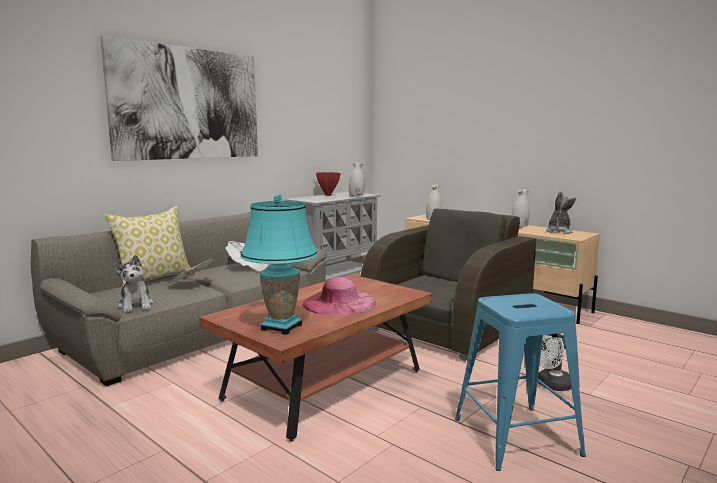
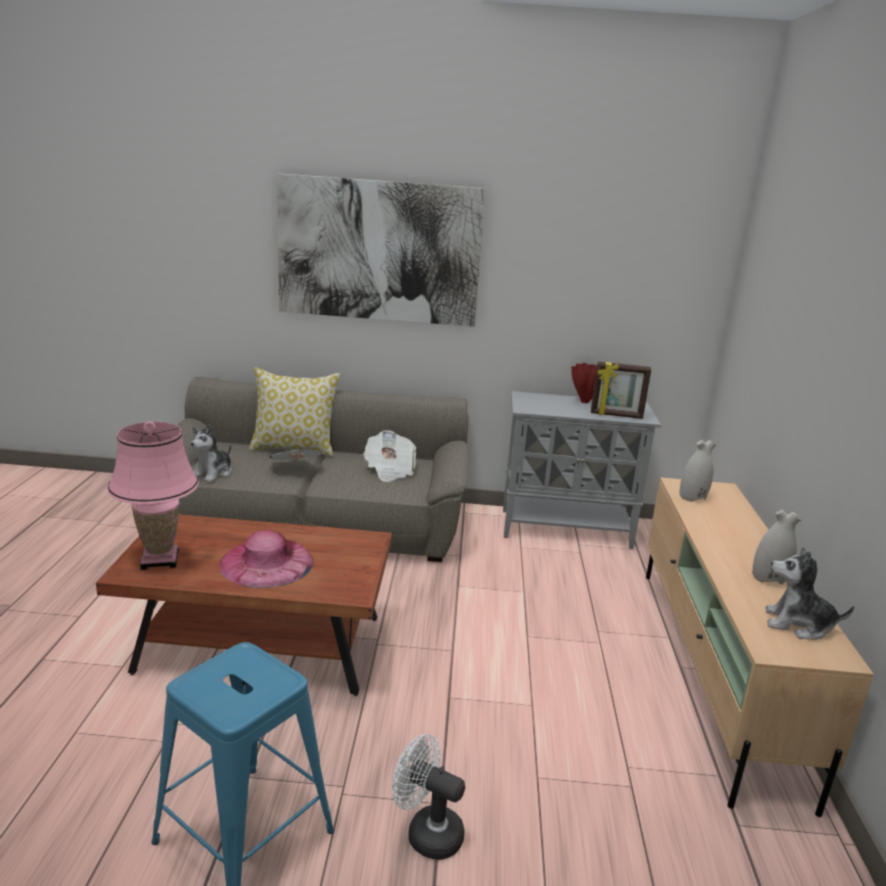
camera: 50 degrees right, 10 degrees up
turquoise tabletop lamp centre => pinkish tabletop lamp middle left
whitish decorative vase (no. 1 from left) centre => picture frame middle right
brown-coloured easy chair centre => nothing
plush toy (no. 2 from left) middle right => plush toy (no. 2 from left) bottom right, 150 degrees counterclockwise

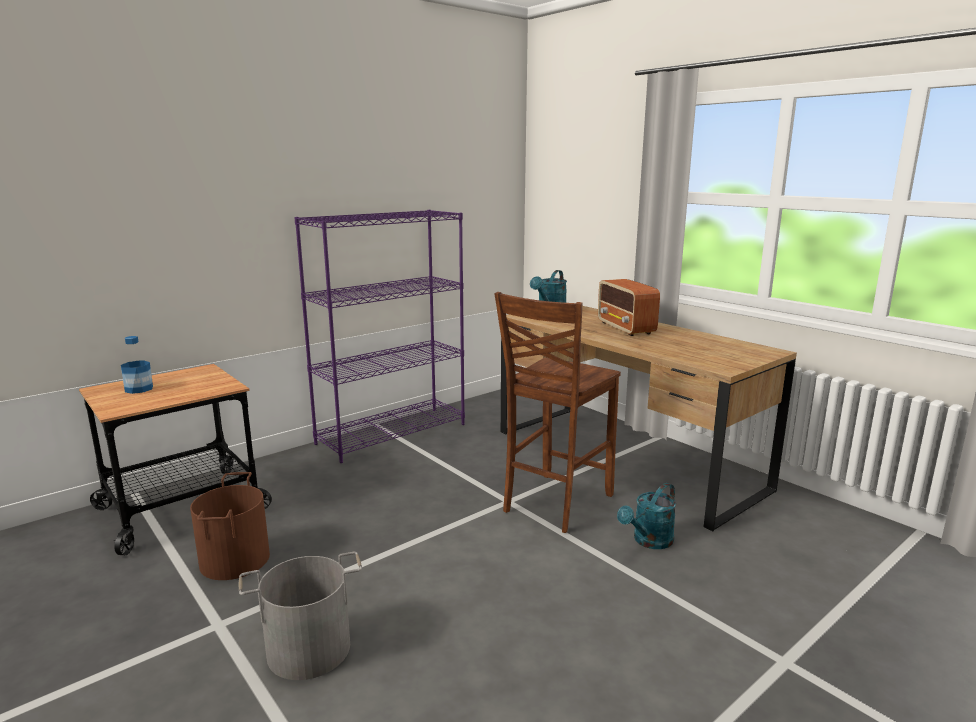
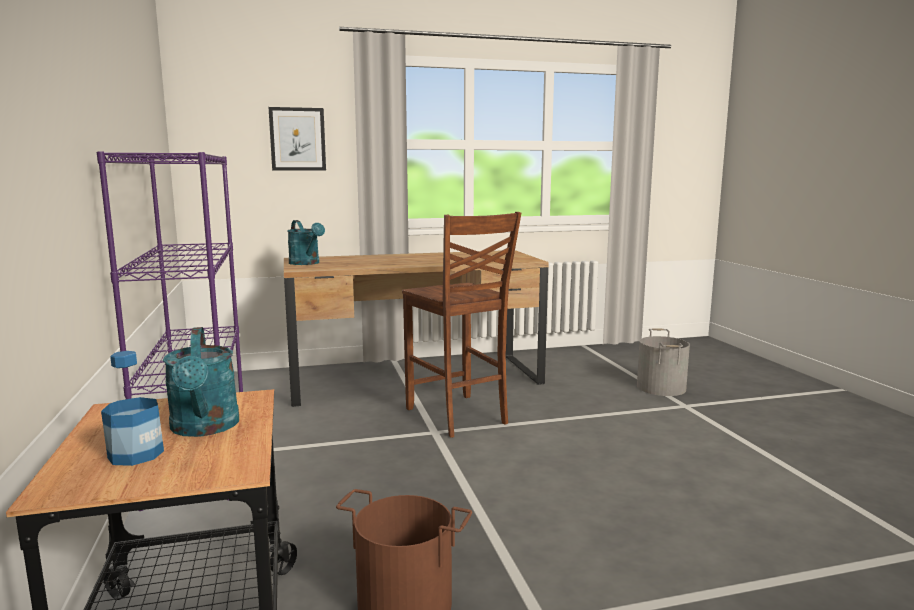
camera: 65 degrees left, 5 degrees down
greyish pail bottom left => greyish pail middle right, shifted
radio centre => nothing
turquoise watering can (no. 2 from left in the first image) bottom centre => turquoise watering can (no. 1 from left) middle left, shifted
nothing => wall picture top left

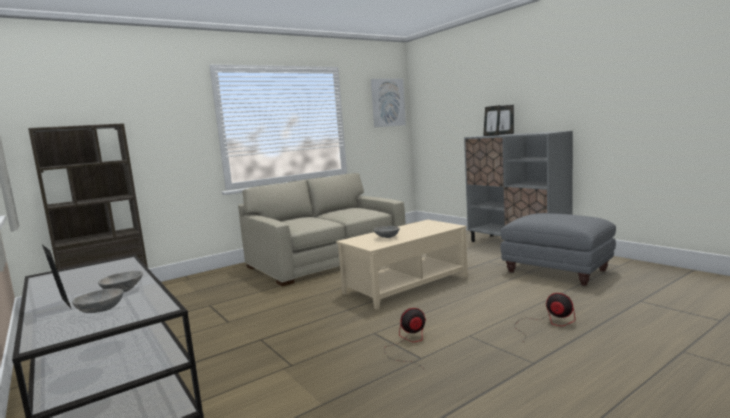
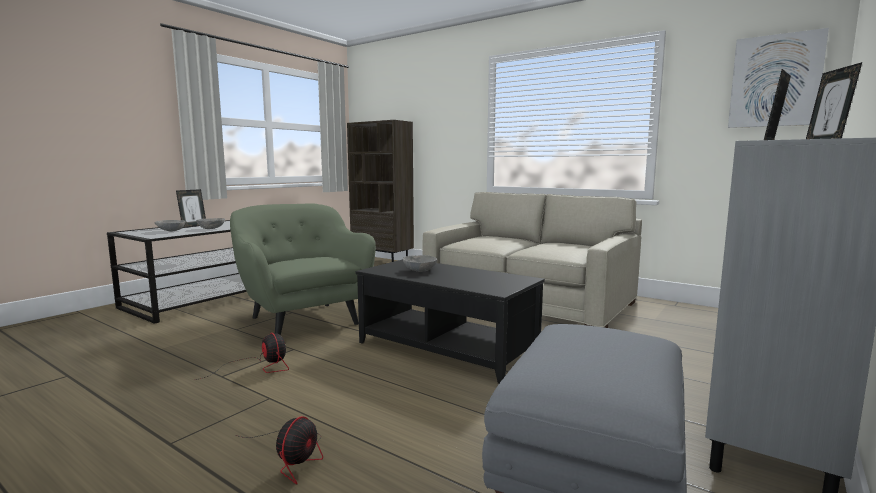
camera: 70 degrees right, 0 degrees up
beige-coloured coffee table centre => black-coloured coffee table centre
nothing => green easy chair centre

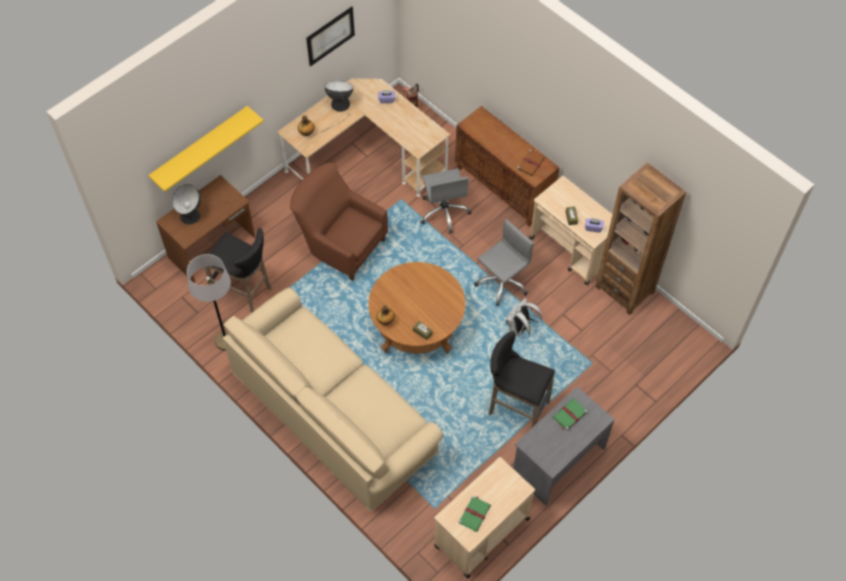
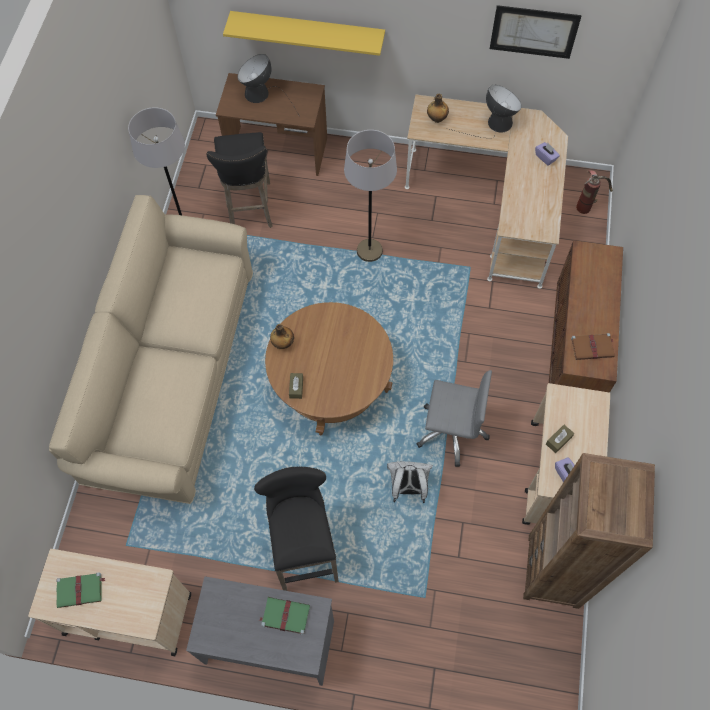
camera: 55 degrees right, 5 degrees up
brown-coloured easy chair centre => greyish floor lamp (no. 2 from left) top centre
greyish desk chair (no. 1 from left) centre => nothing

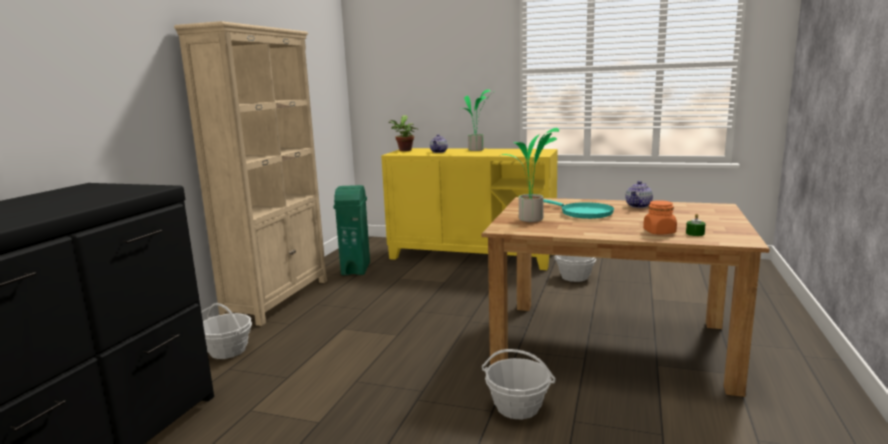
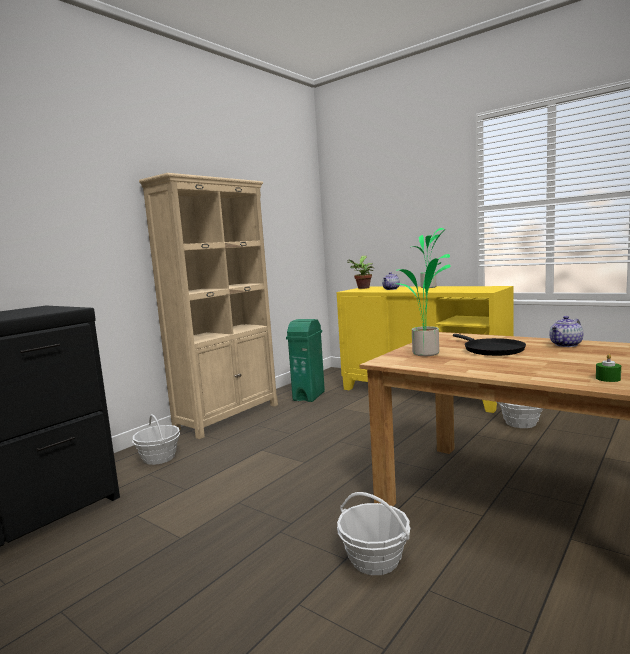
camera: 20 degrees right, 5 degrees down
turquoise frying pan centre => black-coloured frying pan middle right
orangey jar middle right => nothing

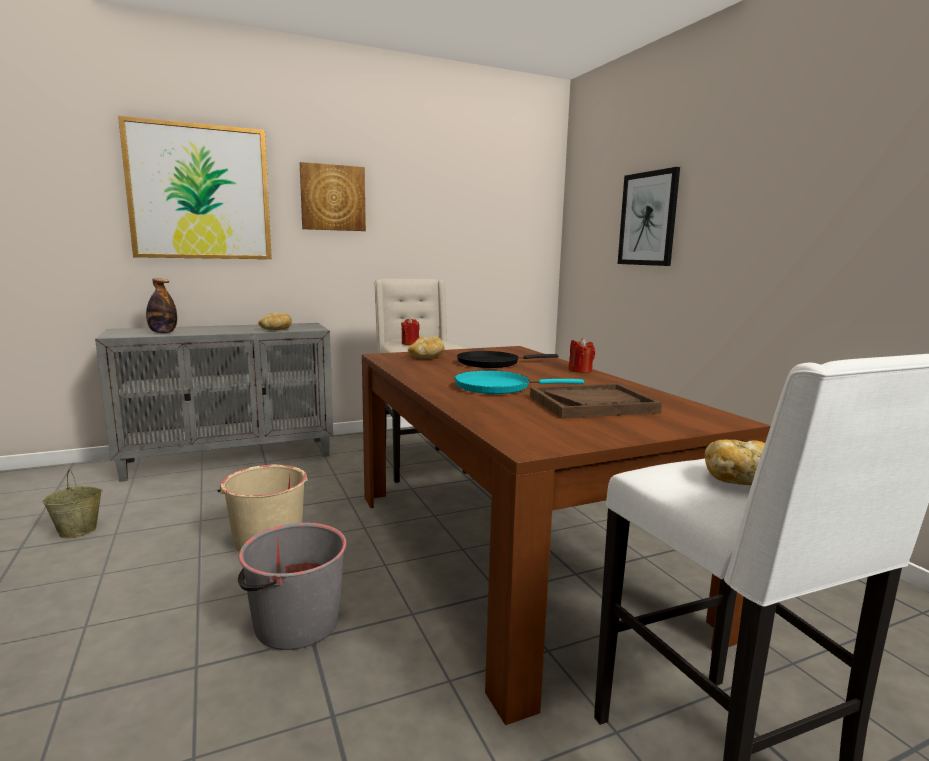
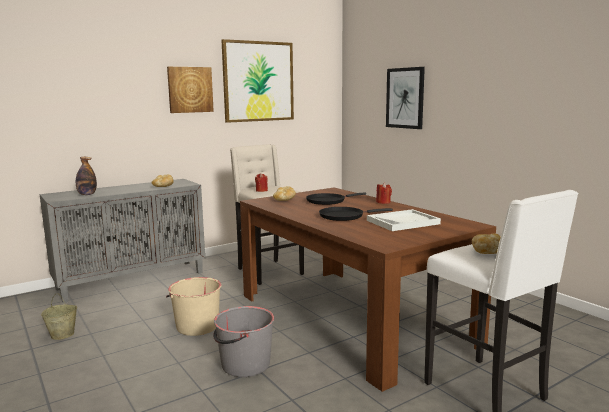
camera: 10 degrees left, 0 degrees up
wall picture (no. 1 from left in the first image) top left => wall picture (no. 2 from left) top centre, shifted
turquoise frying pan centre => black-coloured frying pan (no. 2 from left) centre
brown-coloured serving tray centre => whitish serving tray centre

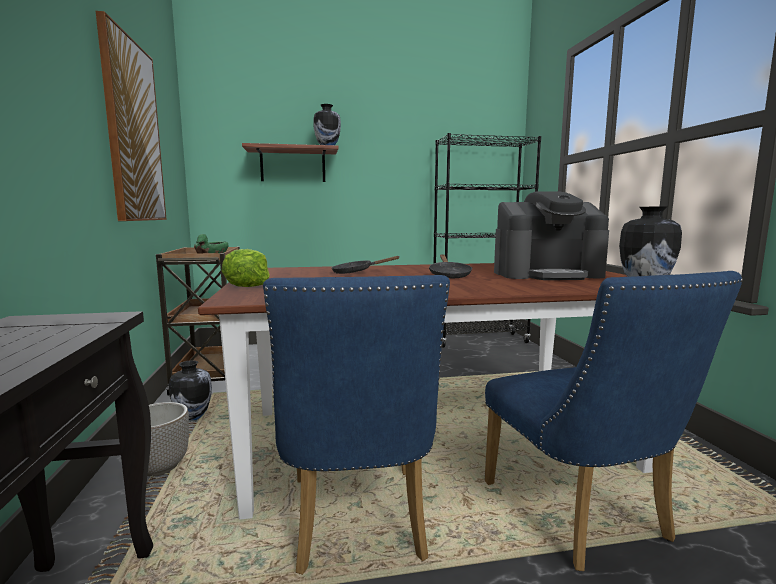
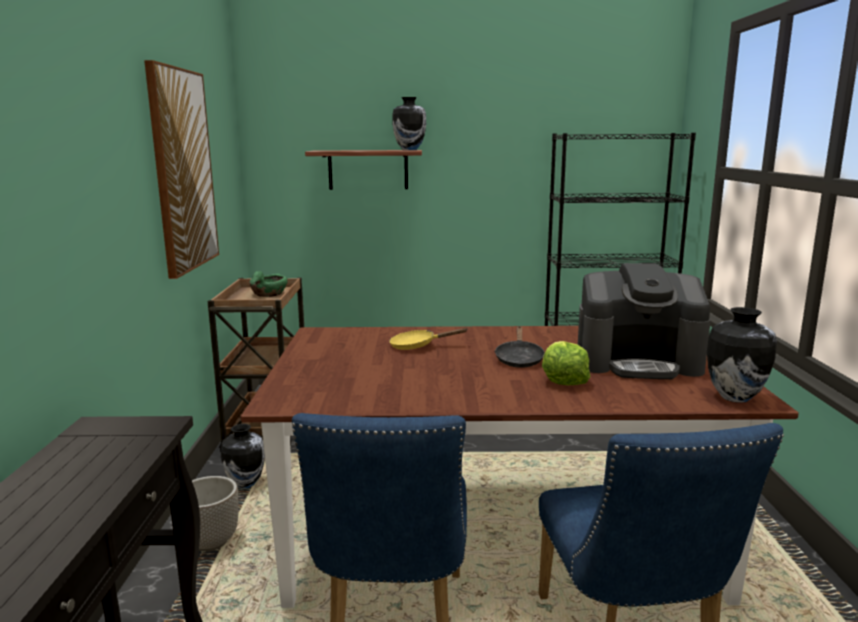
camera: 10 degrees right, 5 degrees up
lettuce head middle left => lettuce head centre, shifted
black-coloured frying pan (no. 1 from left) centre => yellow frying pan centre

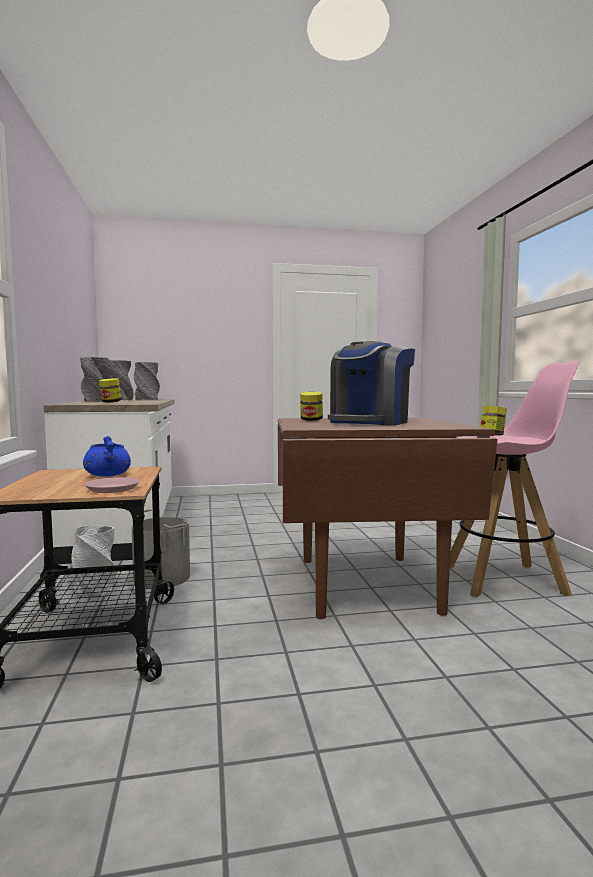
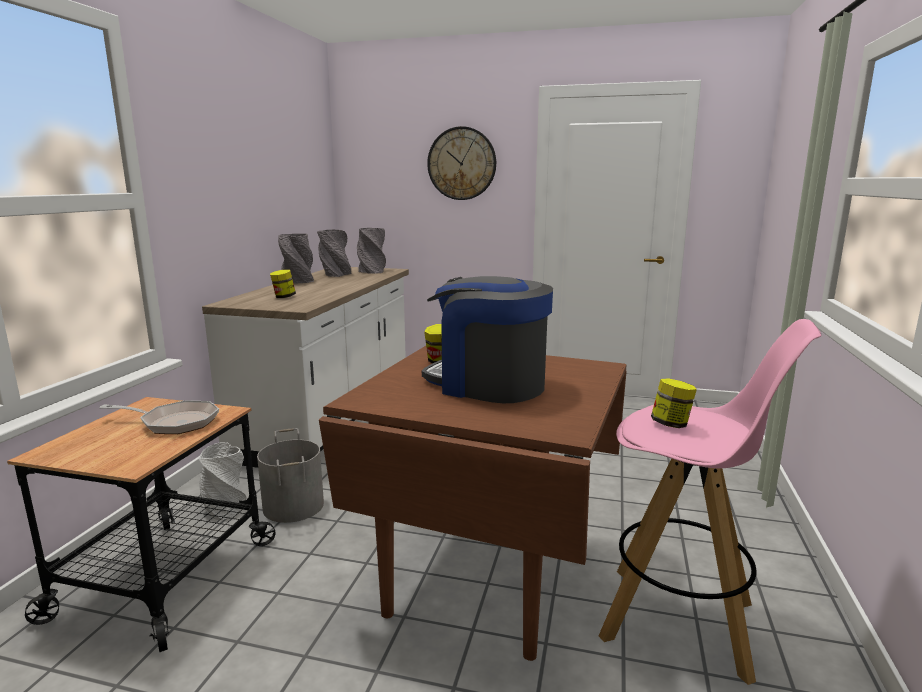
camera: 25 degrees right, 10 degrees up
blue-coloured cooking pot middle left => frying pan middle left
pinkish plate middle left => nothing
coffee machine centre, 60 degrees clockwise
nothing => wall clock top centre

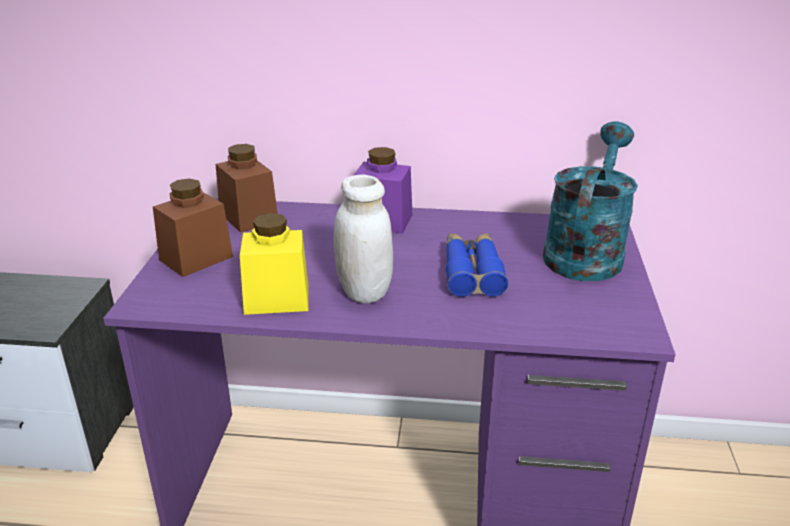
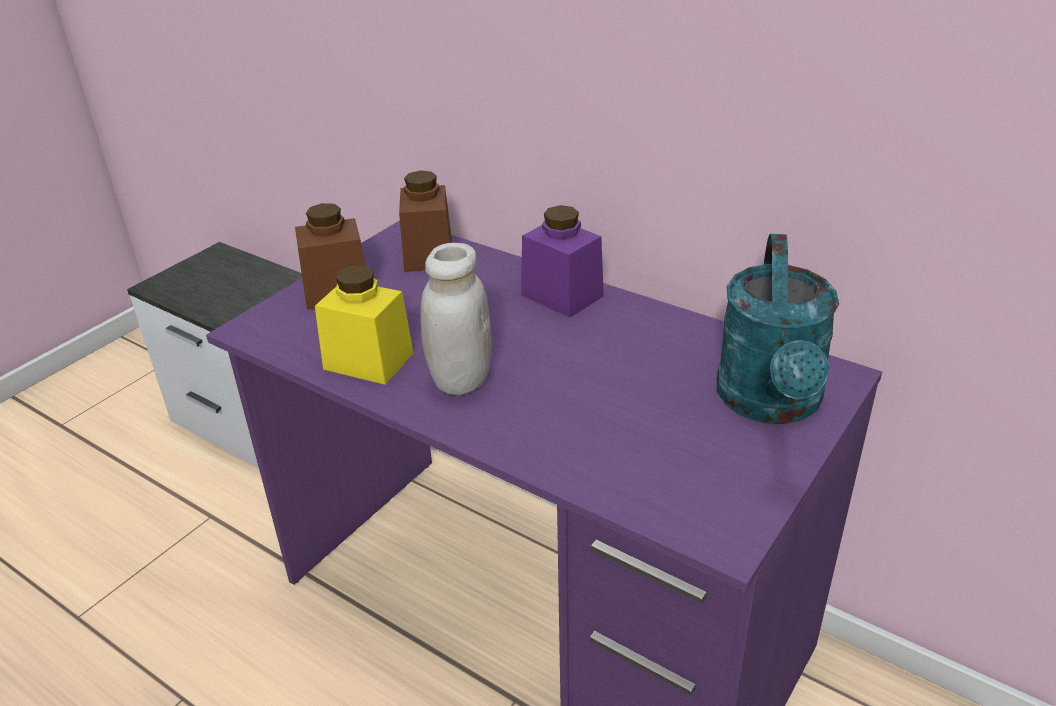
camera: 30 degrees right, 5 degrees up
blue-coloured pair of binoculars centre => nothing
turquoise watering can middle right, 135 degrees clockwise

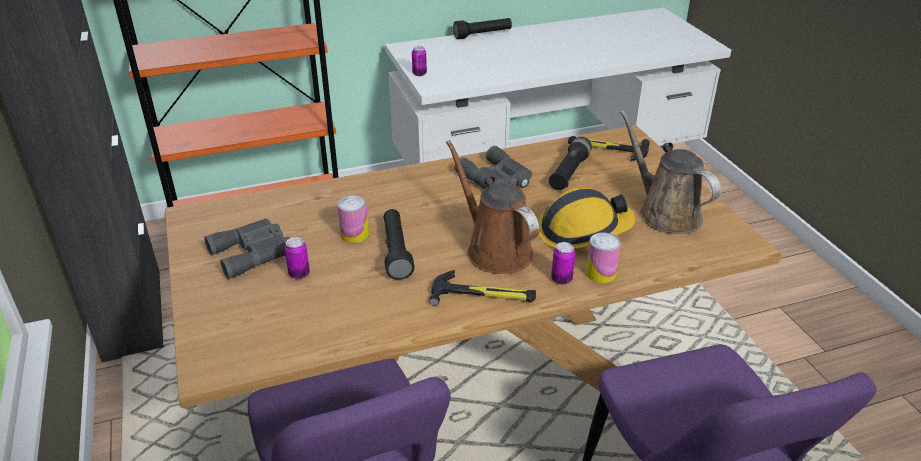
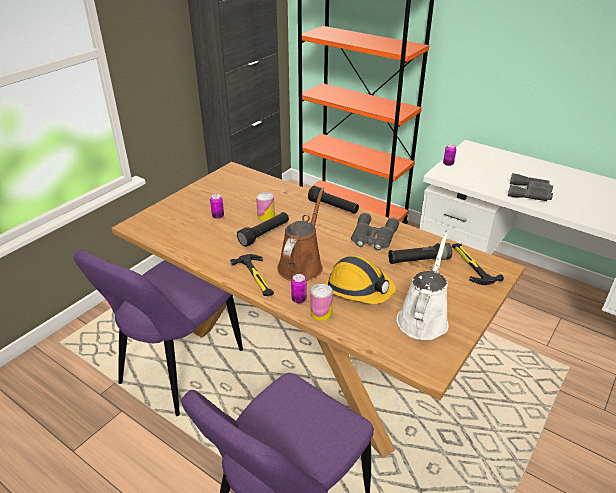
camera: 55 degrees right, 0 degrees up
greyish pair of binoculars (no. 1 from left in the first image) middle left => greyish pair of binoculars (no. 2 from left) middle right, shifted
black-coloured hand torch (no. 2 from left) top centre => black-coloured hand torch (no. 2 from left) centre, shifted
brown-coloured watering can (no. 2 from left) middle right => whitish watering can middle right

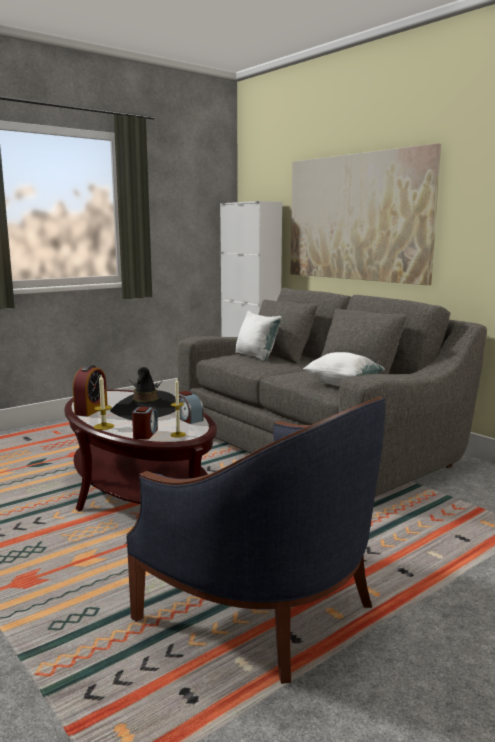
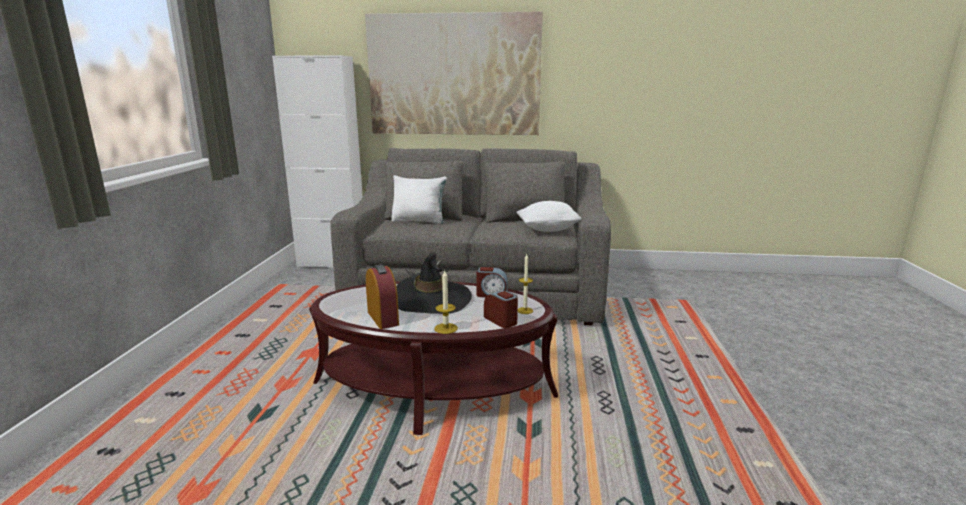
camera: 45 degrees left, 5 degrees up
blue-coloured easy chair bottom centre => nothing

